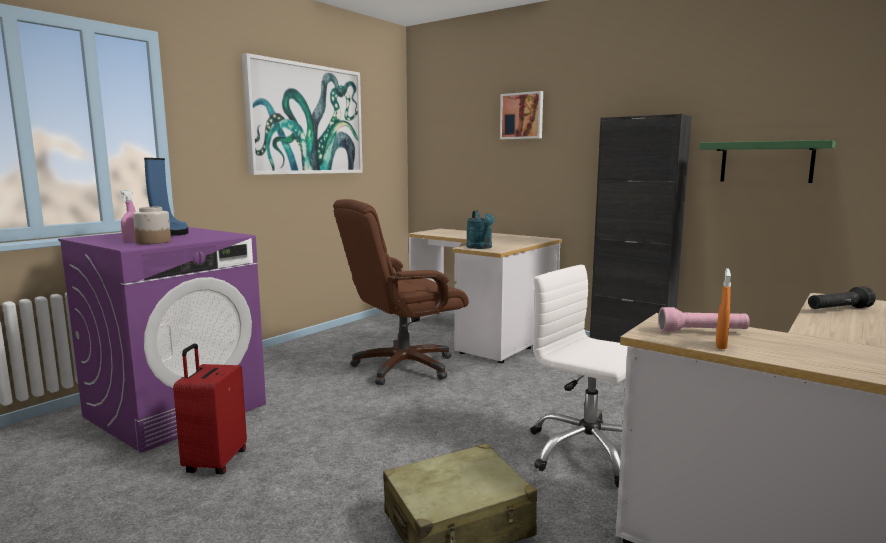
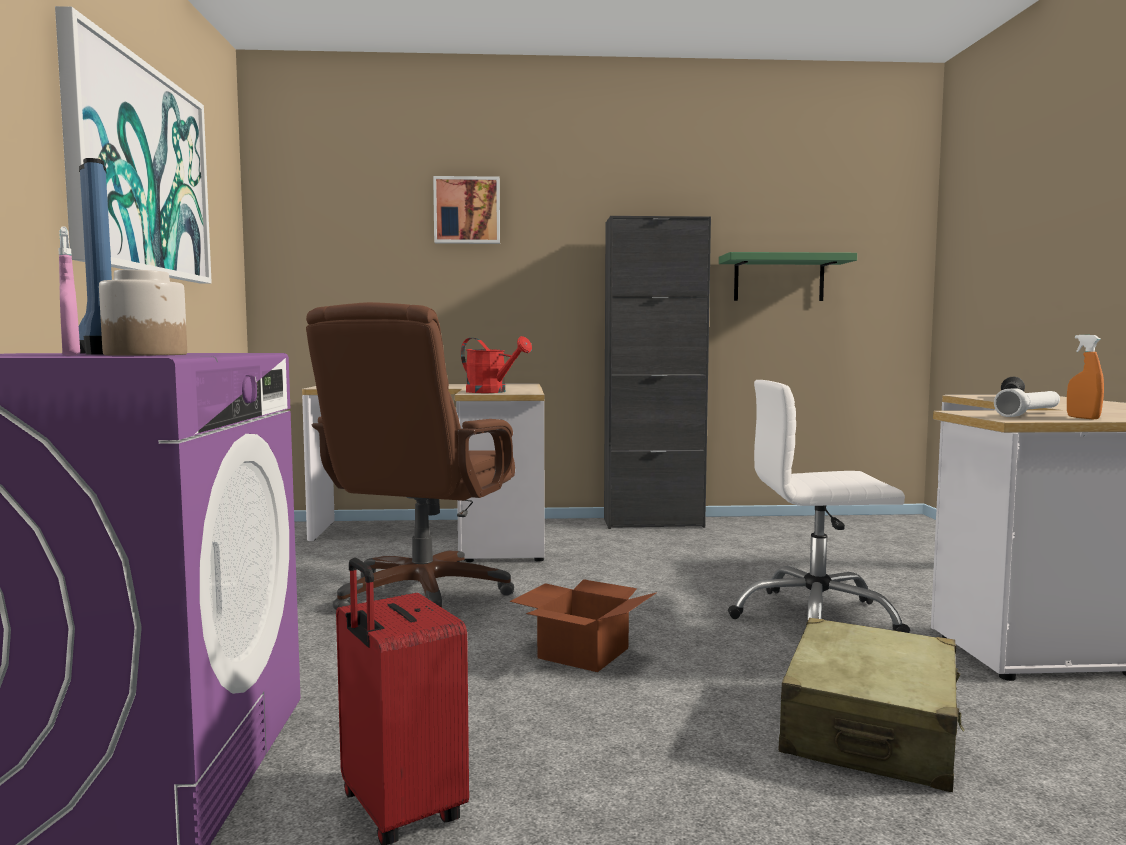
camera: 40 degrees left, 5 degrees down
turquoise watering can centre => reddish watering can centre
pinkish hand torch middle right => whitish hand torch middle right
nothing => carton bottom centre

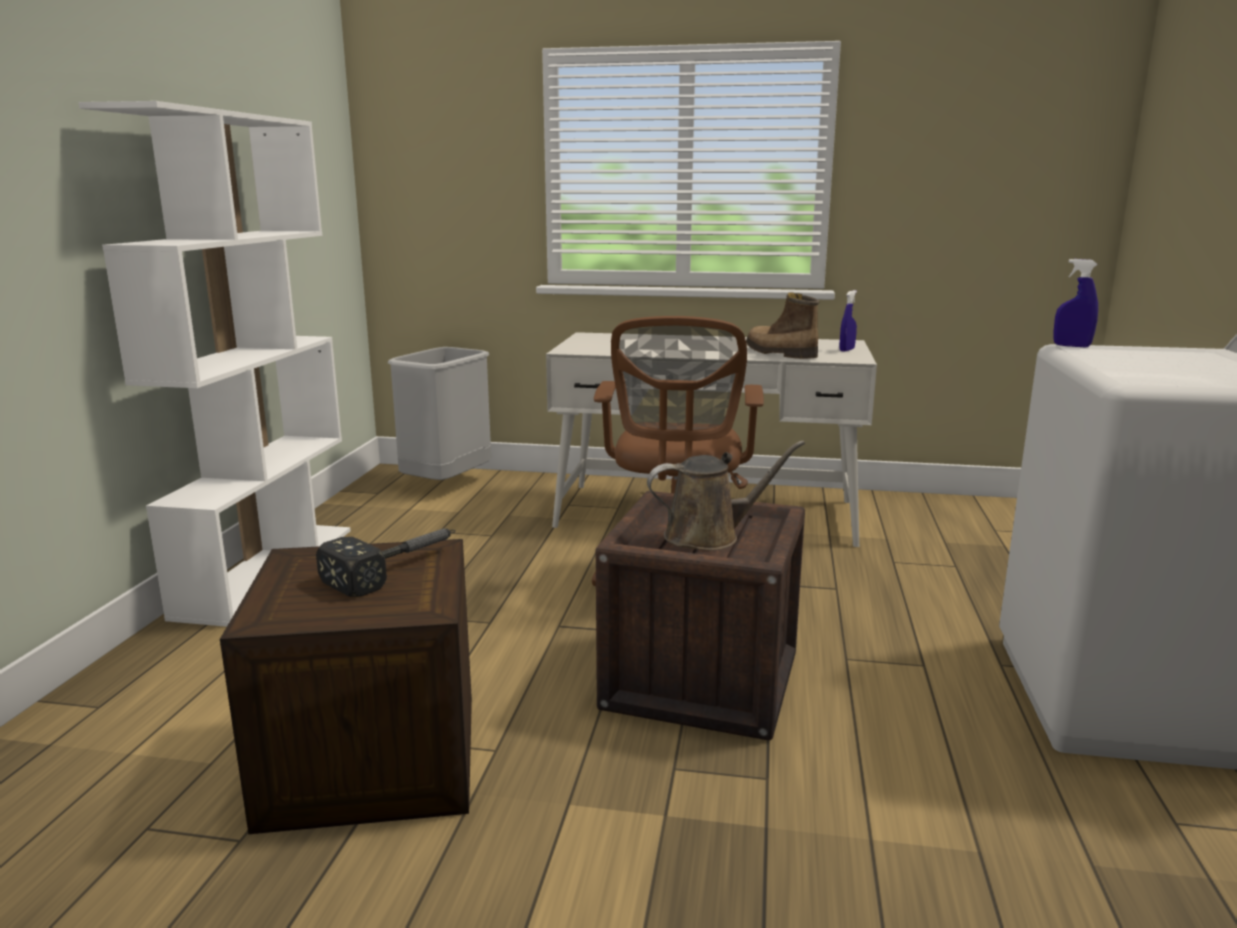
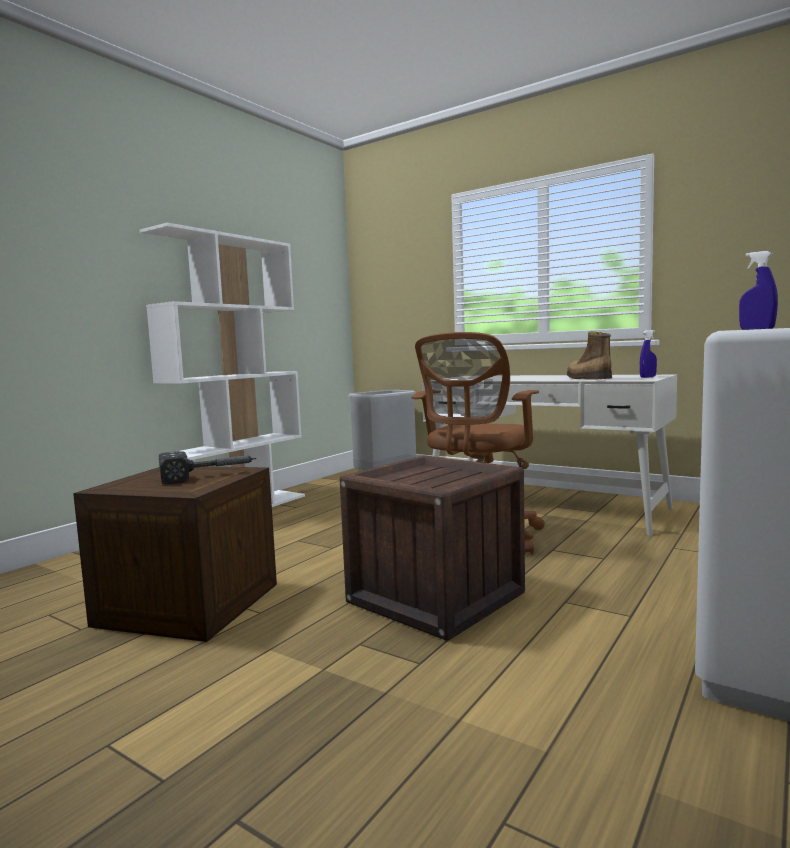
camera: 25 degrees right, 10 degrees down
brown-coloured watering can centre => nothing

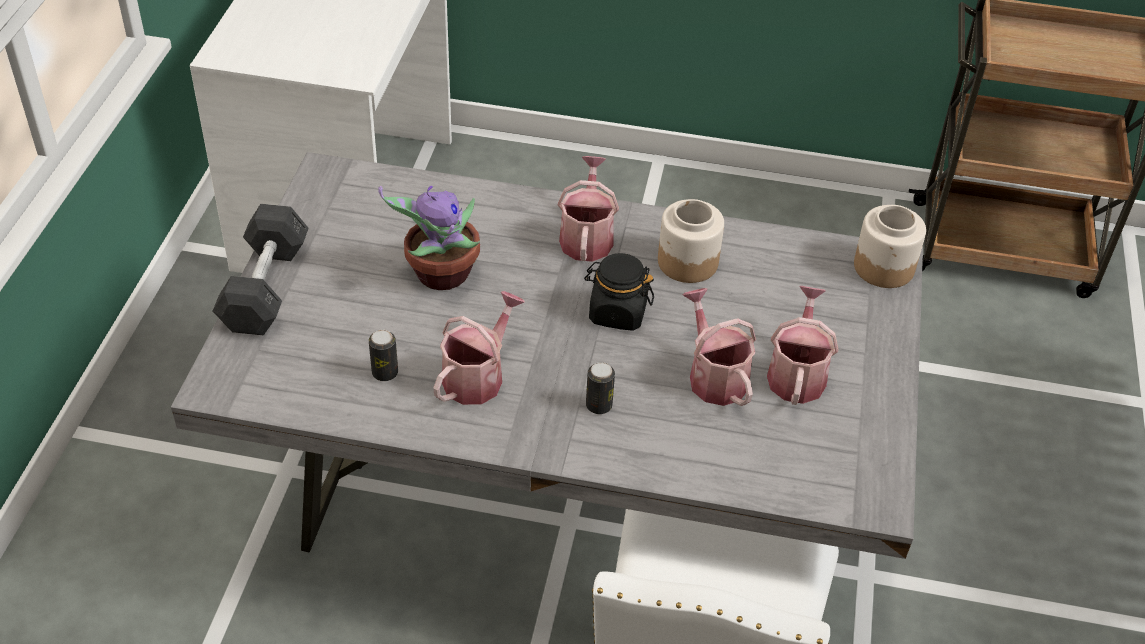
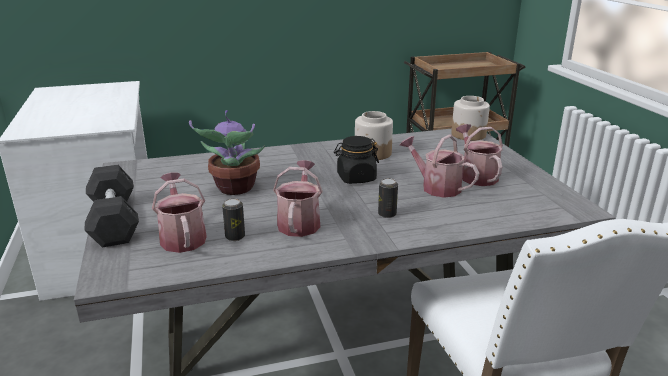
camera: 25 degrees left, 20 degrees down
watering can (no. 2 from left in the first image) top centre => watering can (no. 1 from left) middle left, shifted

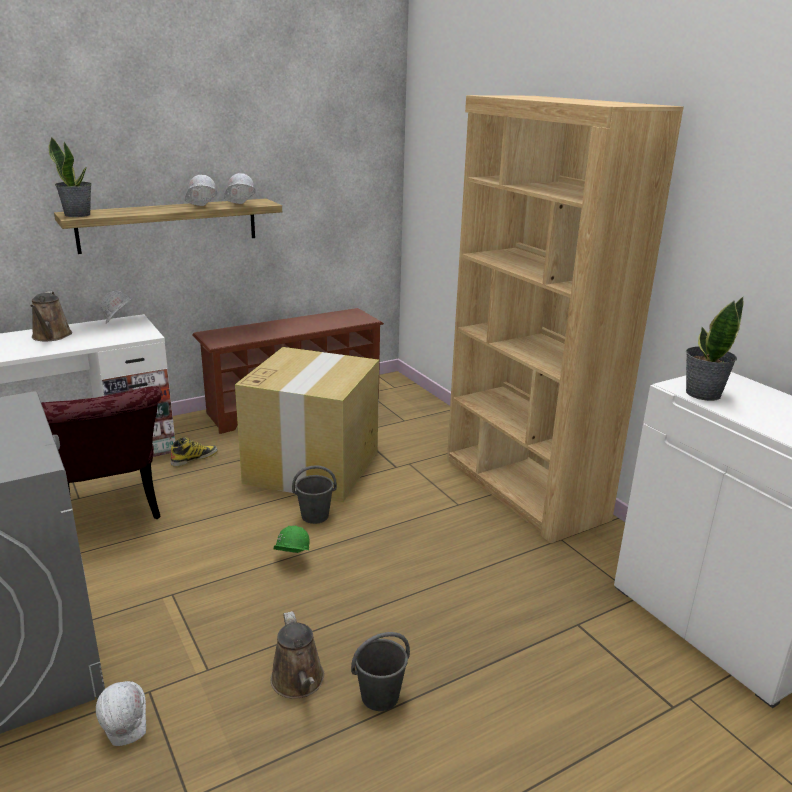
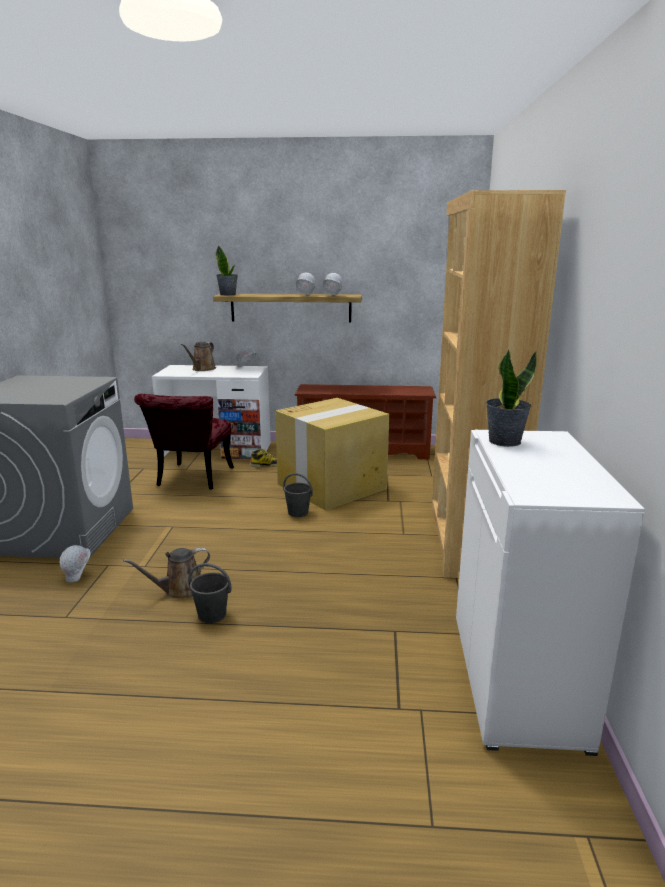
camera: 35 degrees right, 5 degrees down
brown-coloured watering can (no. 2 from left in the first image) bottom centre => brown-coloured watering can (no. 1 from left) middle left, 45 degrees clockwise
green work helmet bottom centre => nothing

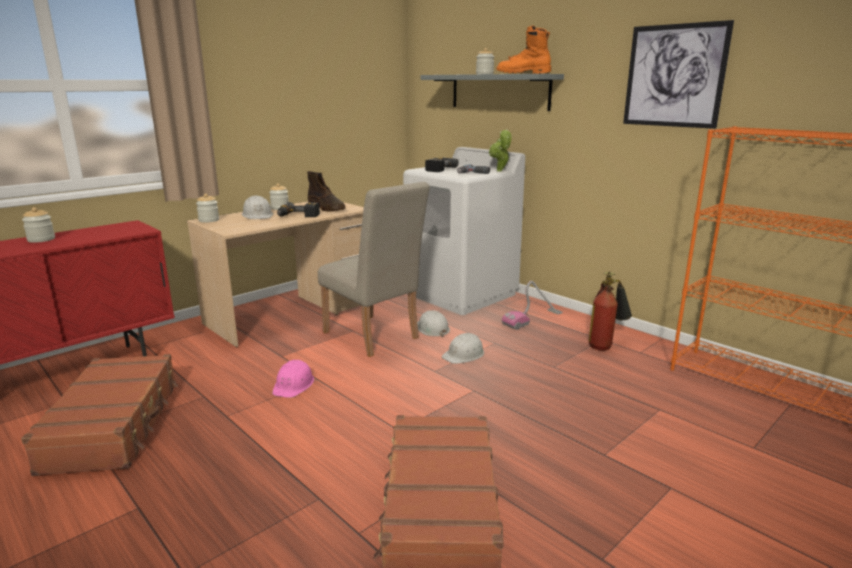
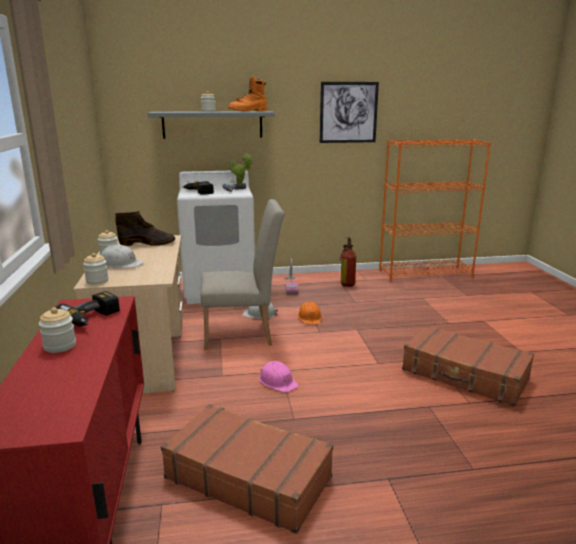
camera: 55 degrees left, 0 degrees up
power drill (no. 1 from left) centre => power drill (no. 1 from left) middle left, shifted
whitish work helmet (no. 3 from left) centre => orangey work helmet centre

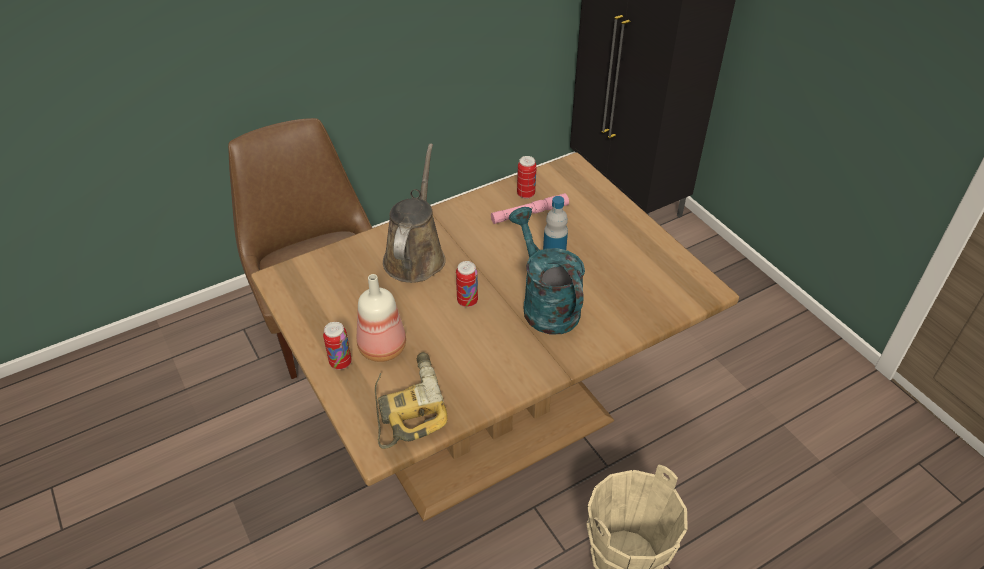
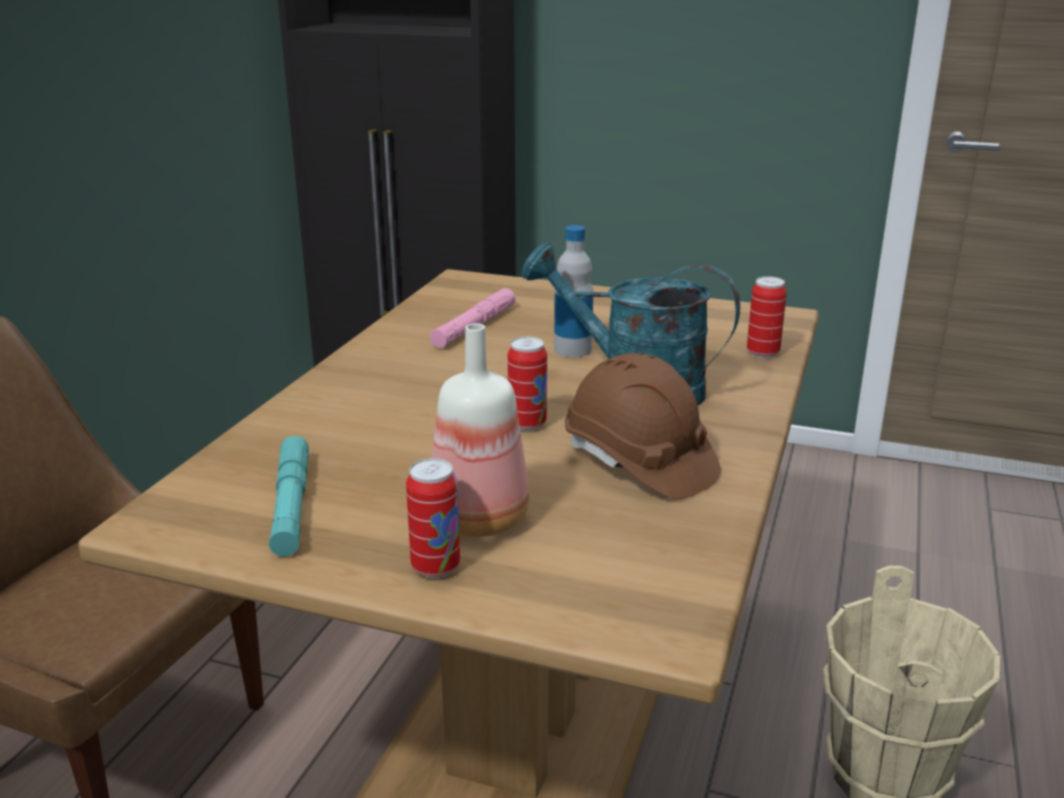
camera: 40 degrees left, 20 degrees down
power drill bottom centre => nothing
brown-coloured watering can centre => nothing
can (no. 3 from left) top centre => can (no. 3 from left) middle right, shifted
nothing => turquoise hand torch middle left
nothing => brown-coloured work helmet centre

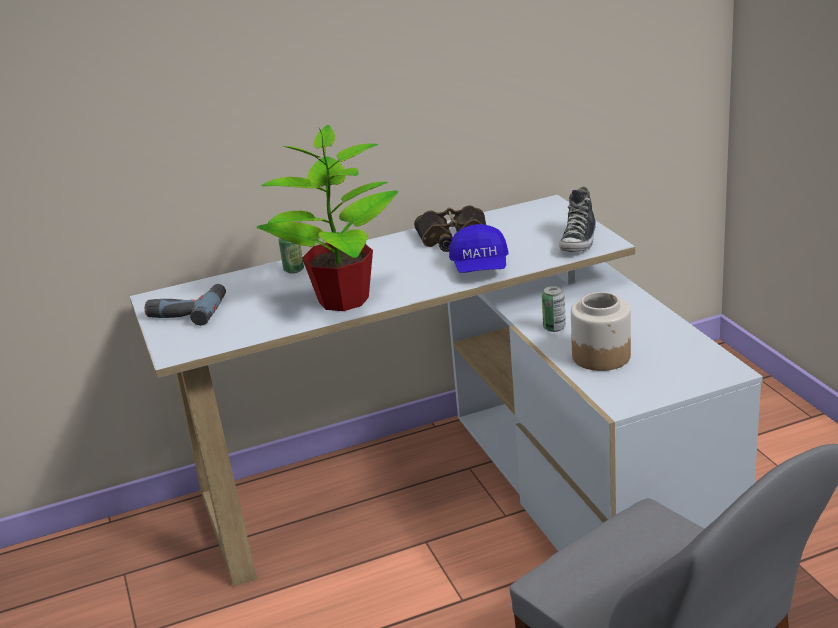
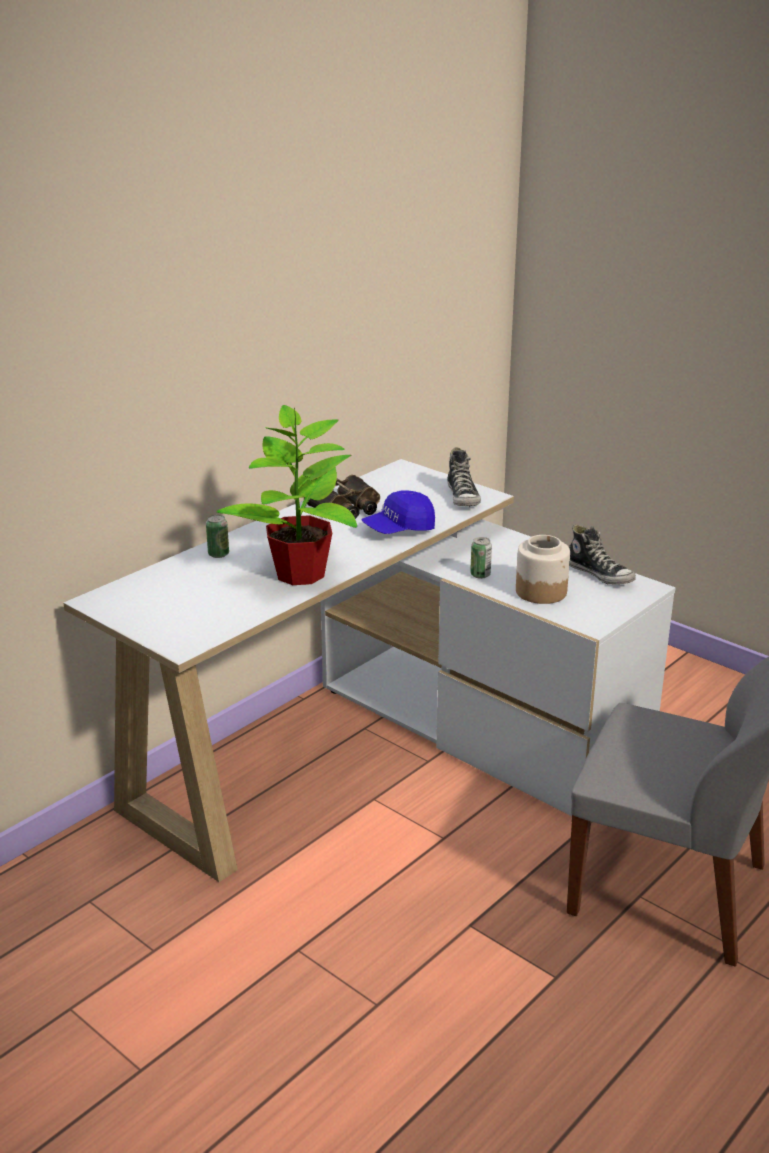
camera: 30 degrees left, 0 degrees up
power drill middle left => nothing
blue-coloured baseball cap centre, 90 degrees clockwise
nothing => item of footwear (no. 2 from left) middle right

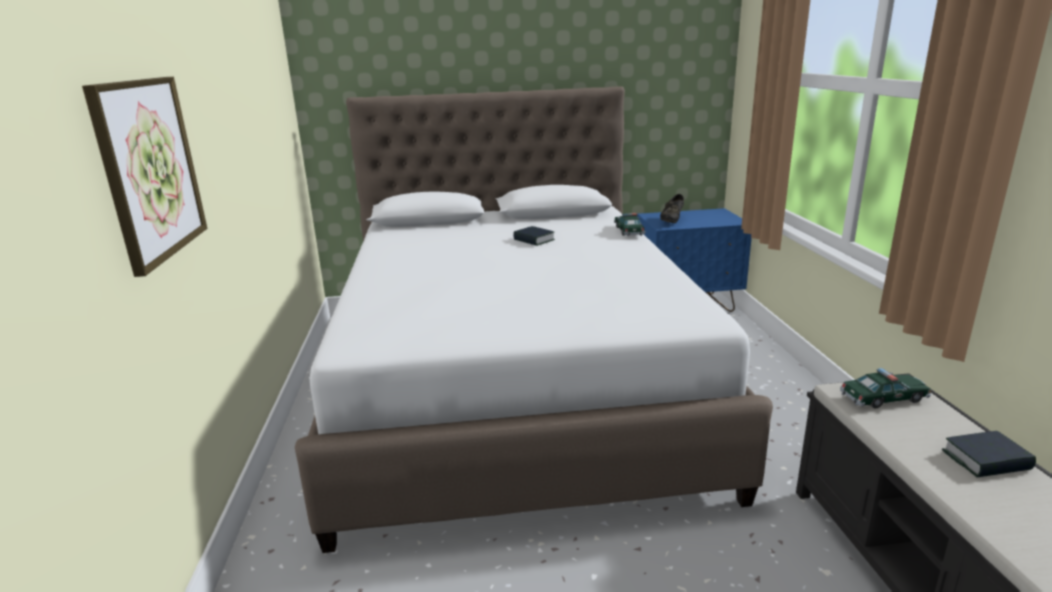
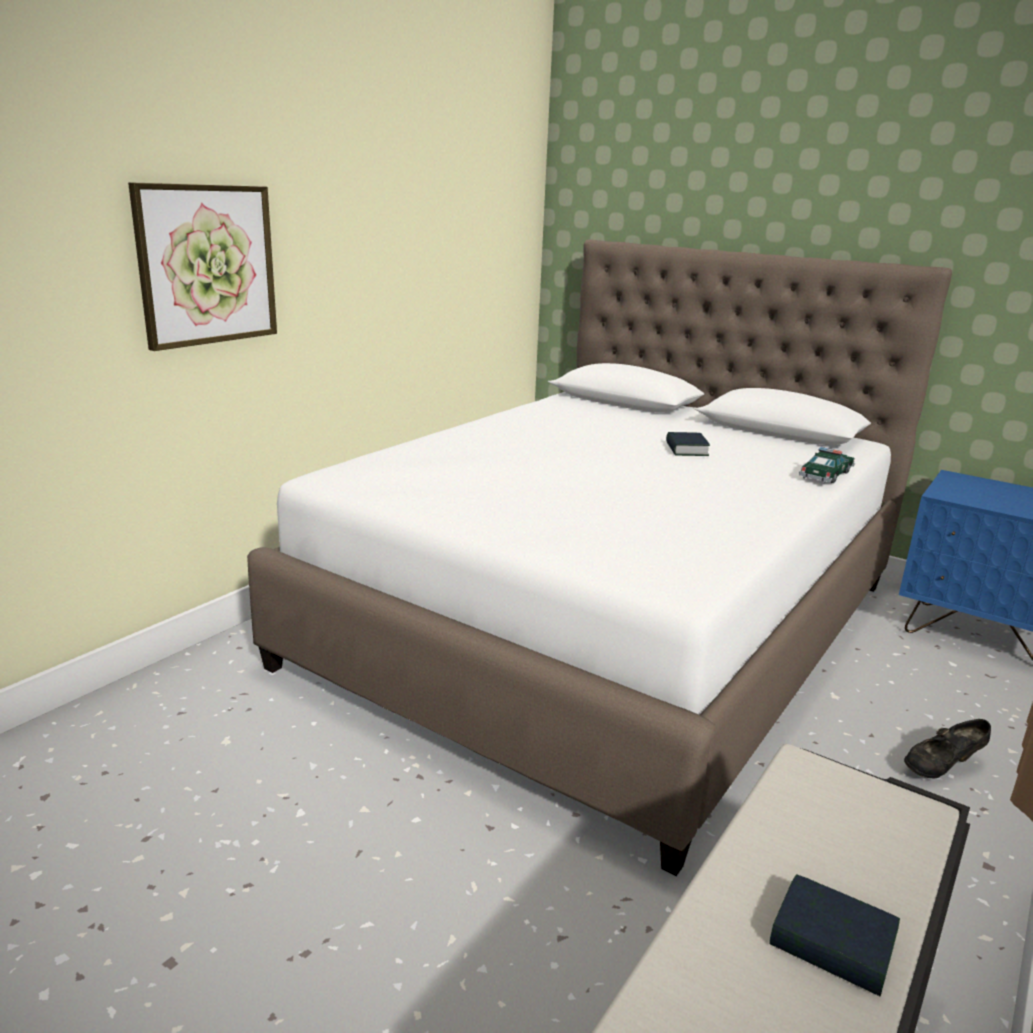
camera: 40 degrees right, 0 degrees up
black-coloured item of footwear centre => black-coloured item of footwear bottom right, shifted
miniature car (no. 2 from left) middle right => nothing

